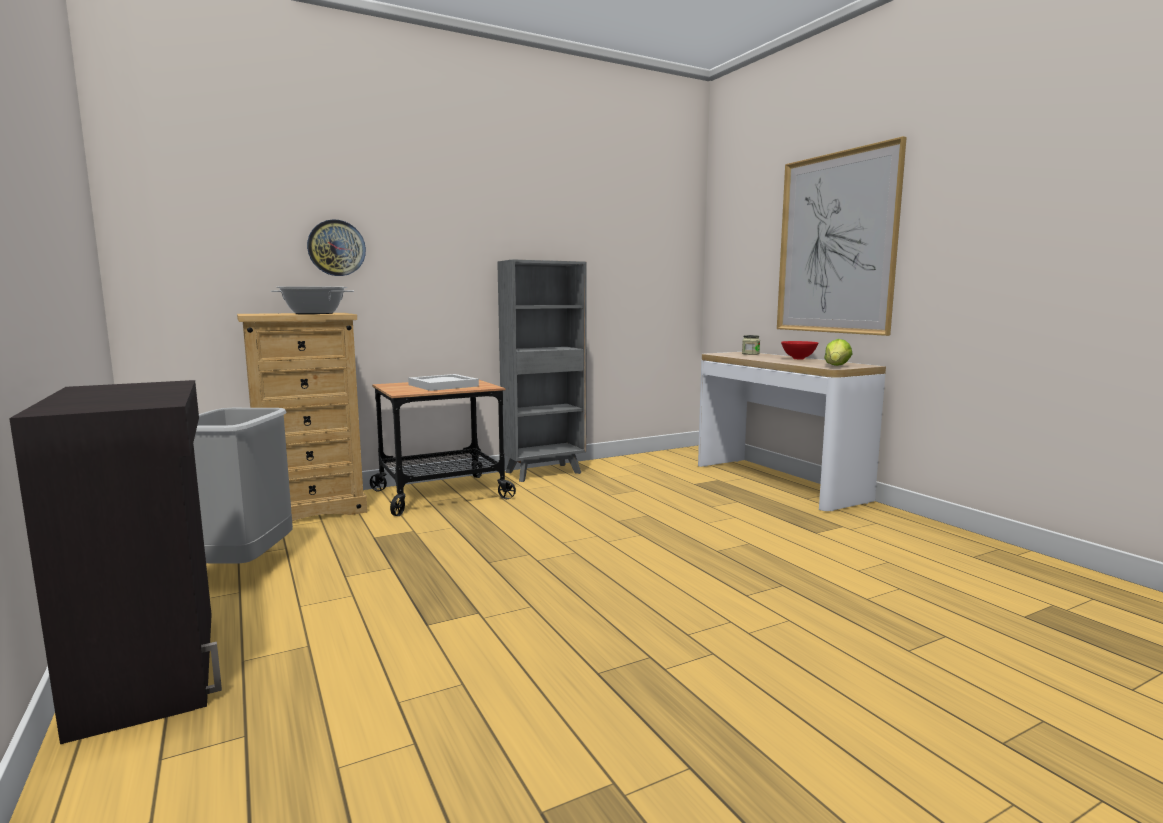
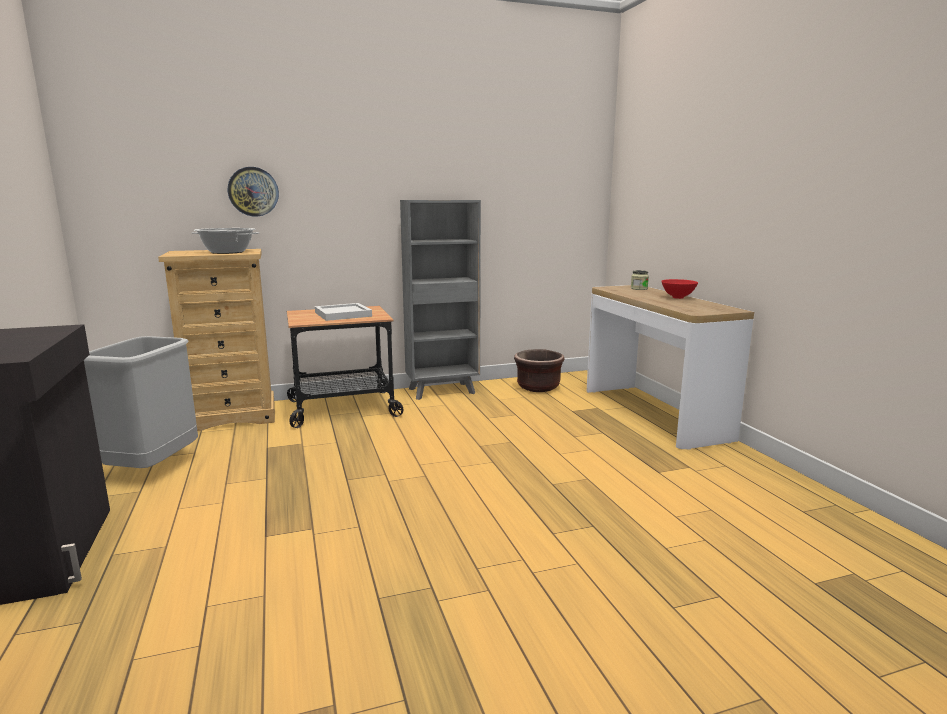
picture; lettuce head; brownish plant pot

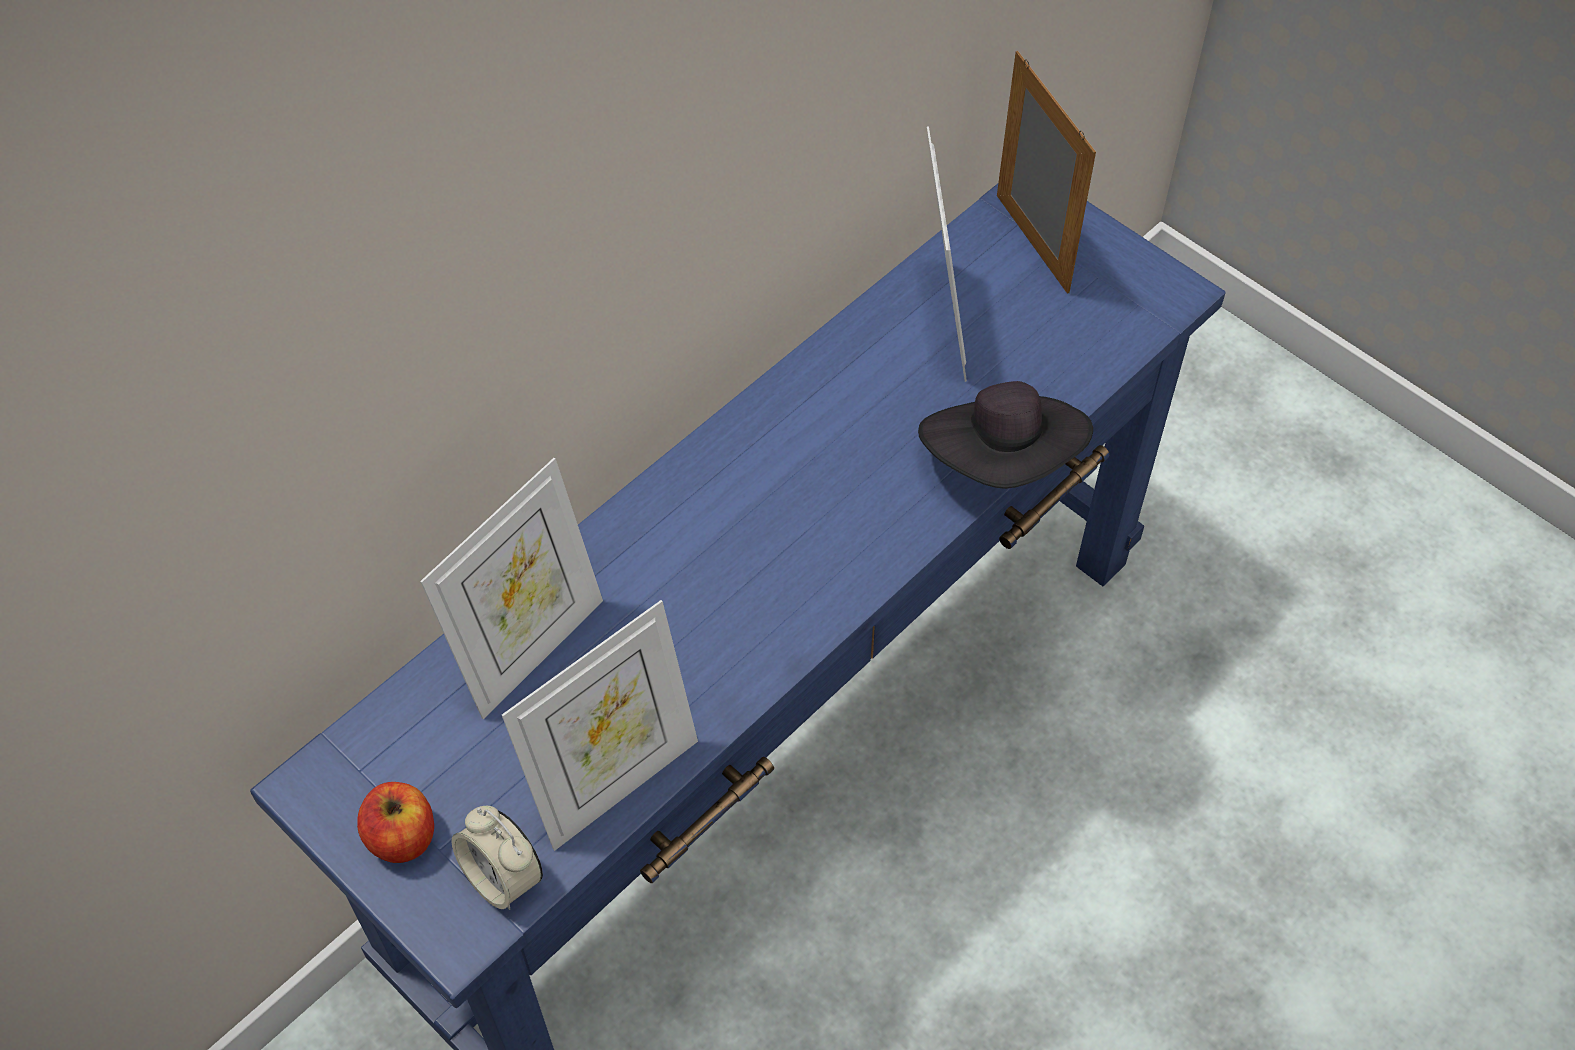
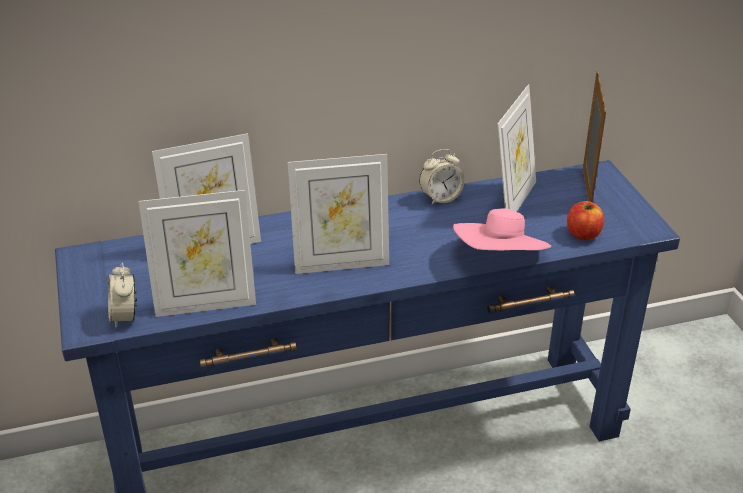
photo frame (no. 3 from left); bedside clock (no. 2 from left); apple fruit; pinkish clothing hat

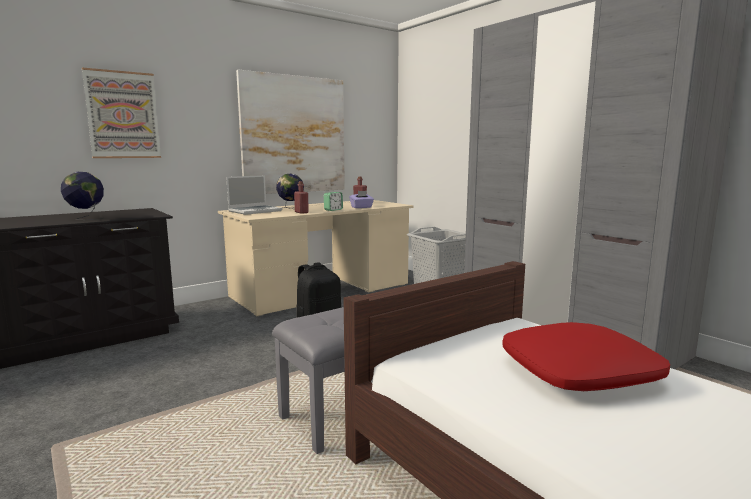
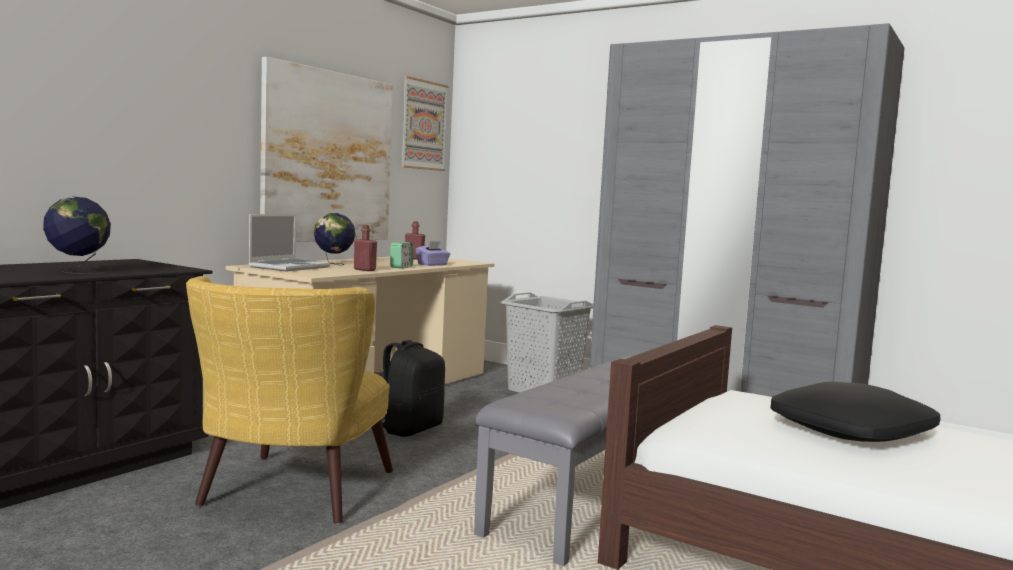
yellow-coloured easy chair; picture (no. 2 from left); black-coloured cushion

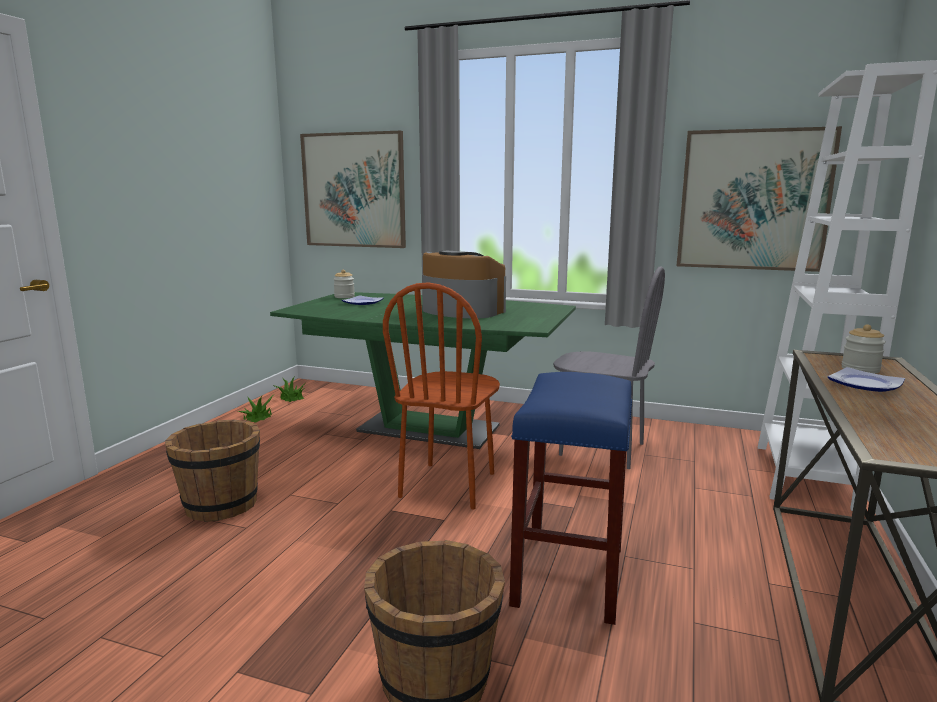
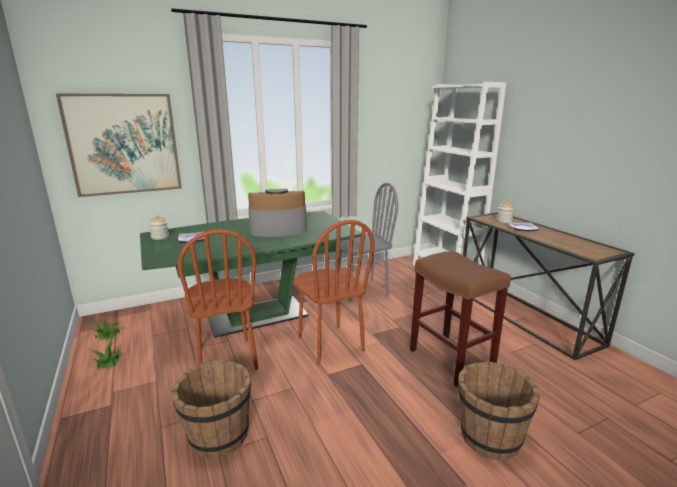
picture (no. 2 from left in the first image); brownish chair (no. 1 from left); brownish stool seat

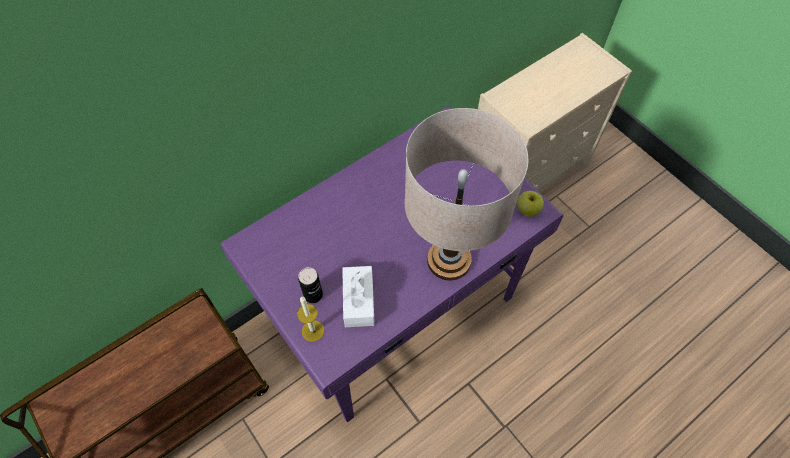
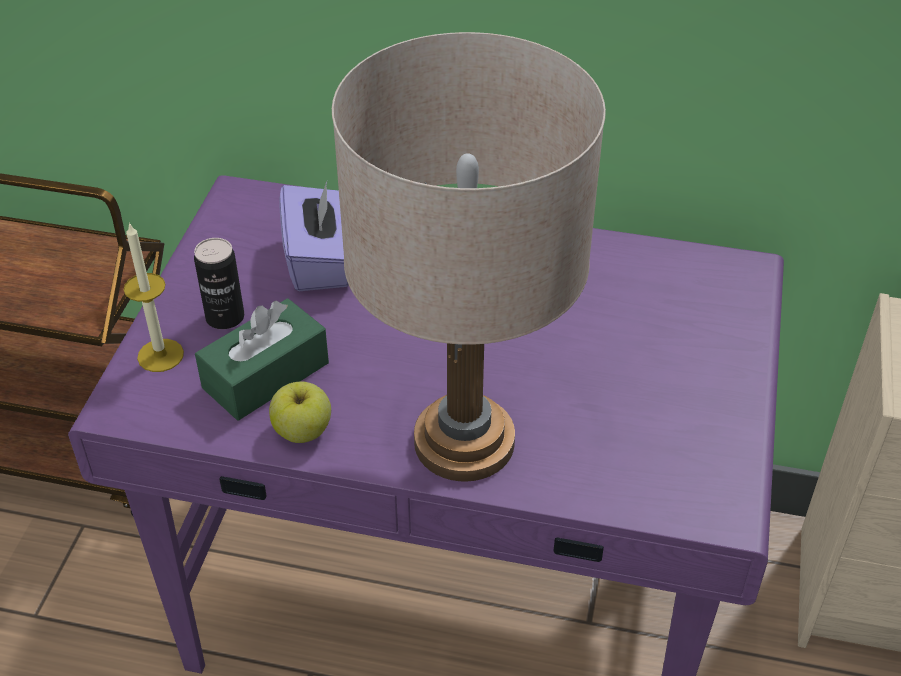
purplish box of tissues; apple fruit; greenish box of tissues

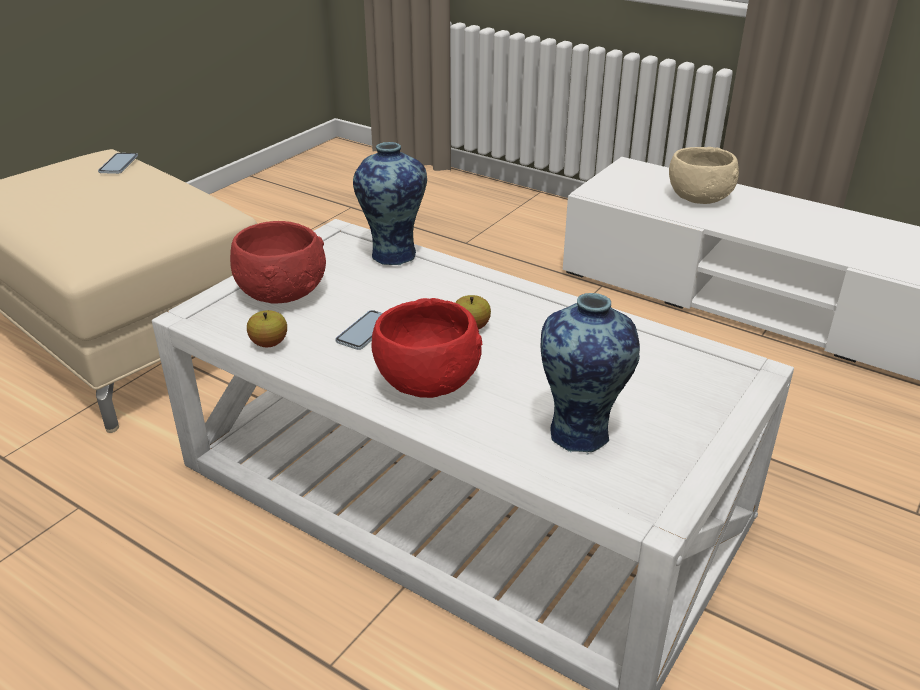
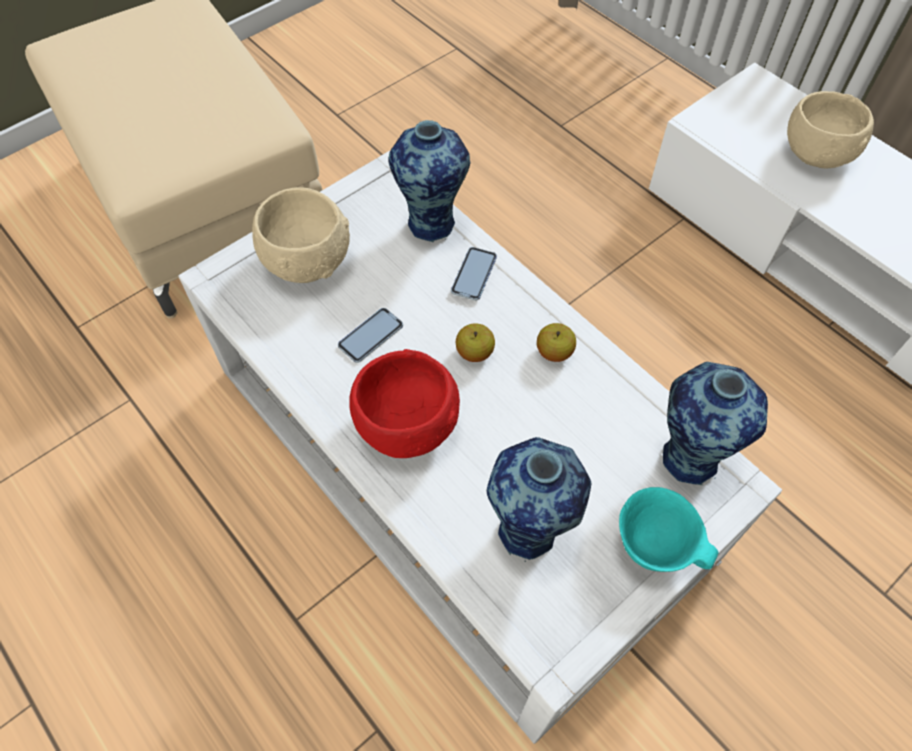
turquoise serving bowl; vase (no. 3 from left); handset (no. 2 from left); apple fruit (no. 2 from left); beige serving bowl (no. 1 from left)

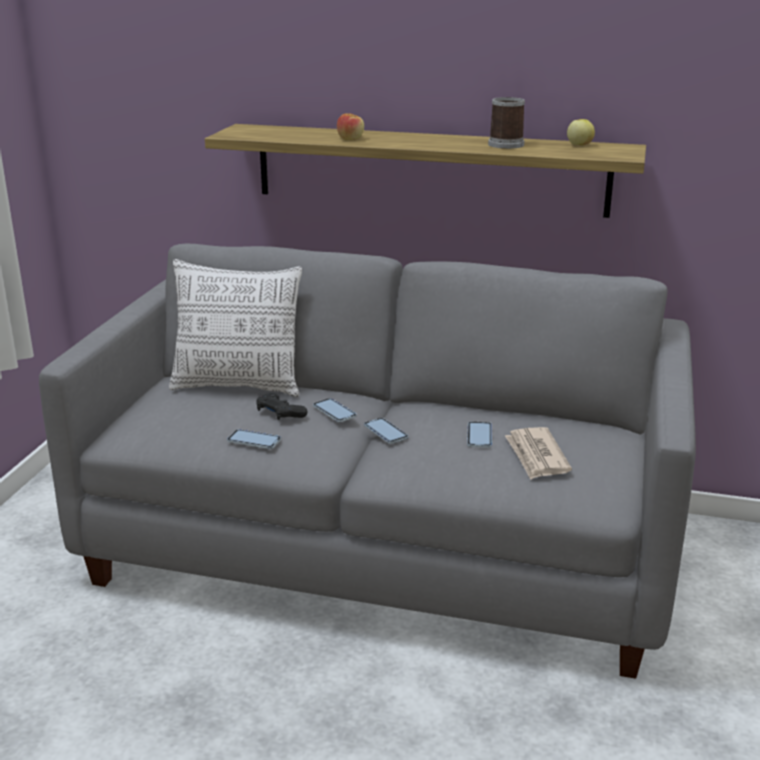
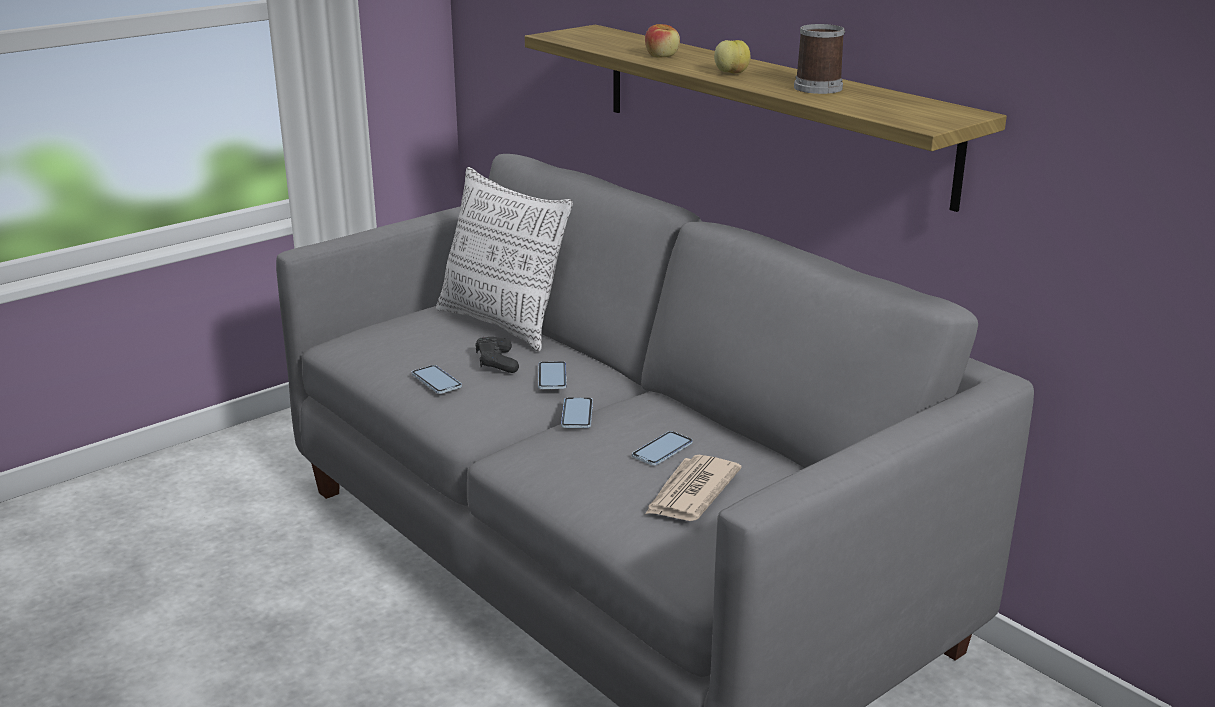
apple fruit (no. 2 from left)

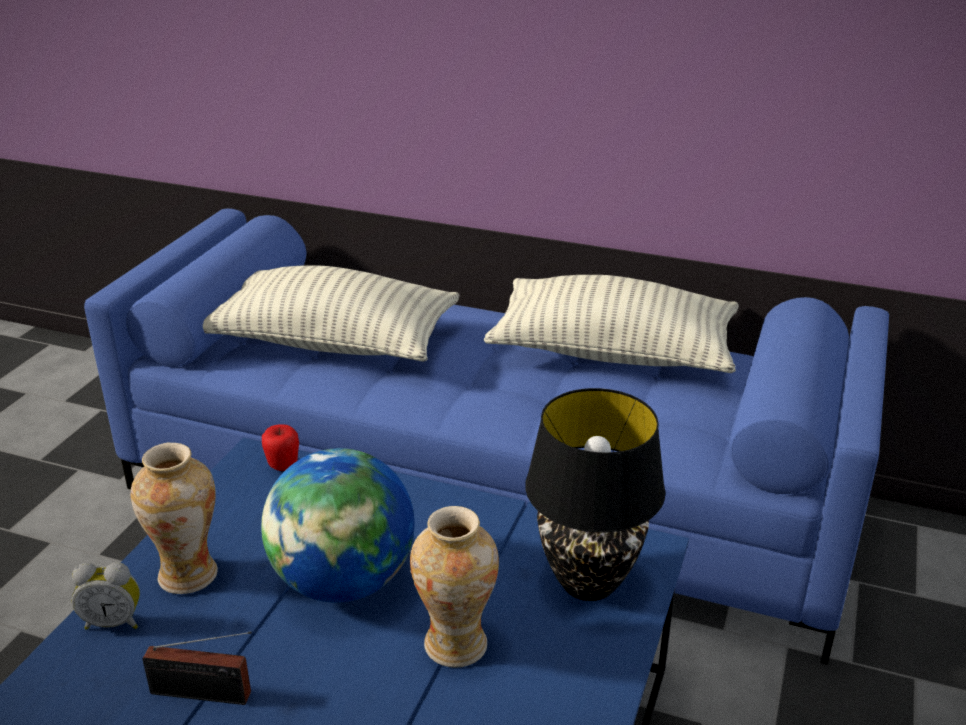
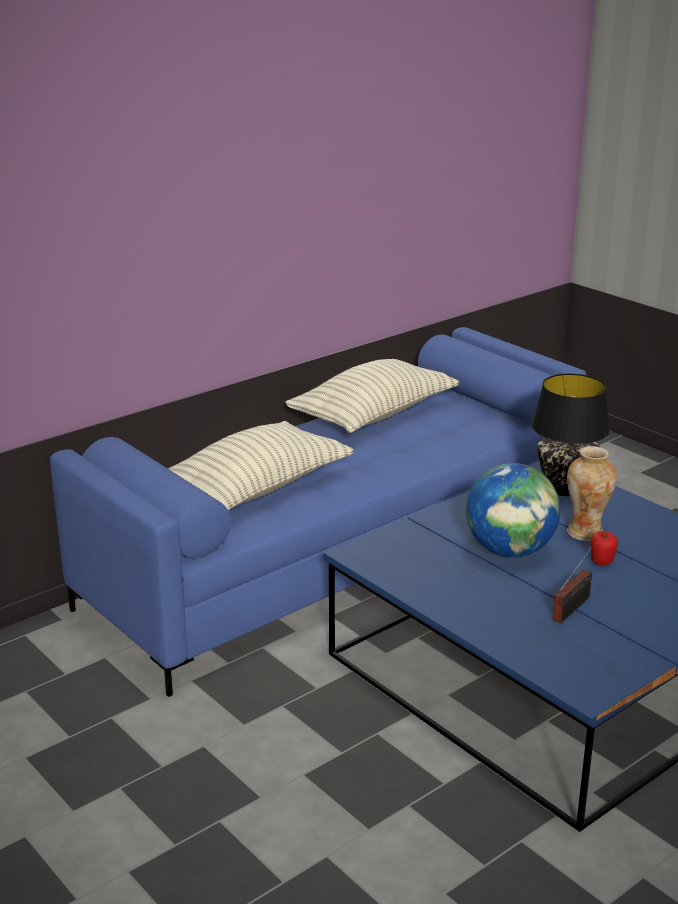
bedside clock; vase (no. 1 from left in the first image); apple fruit

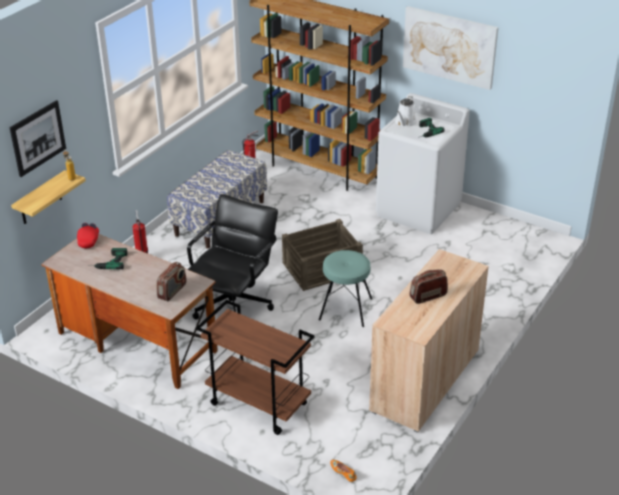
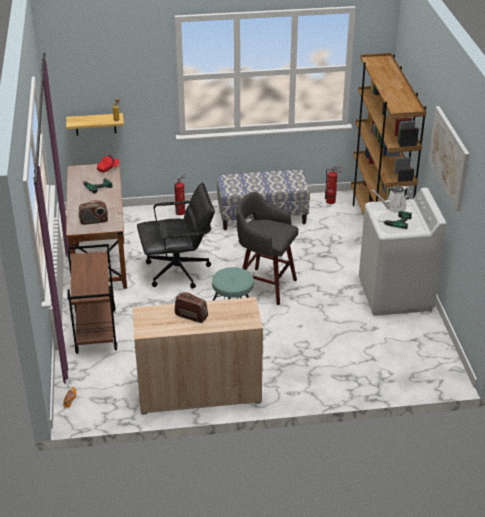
picture (no. 1 from left in the first image); greyish stool seat

